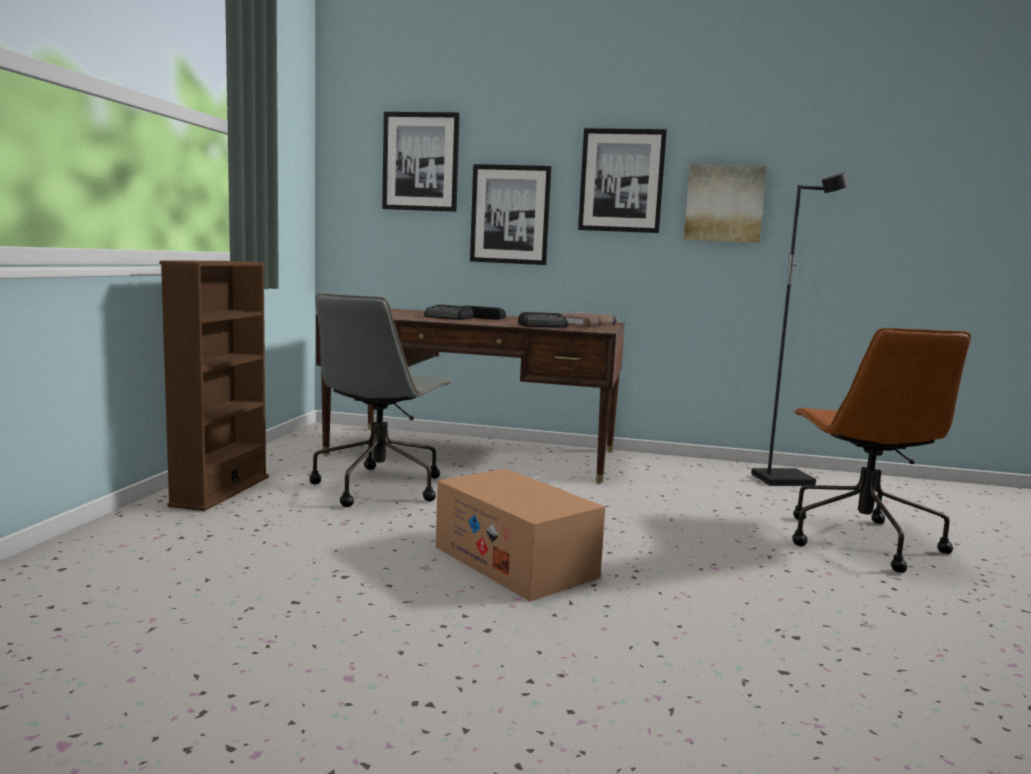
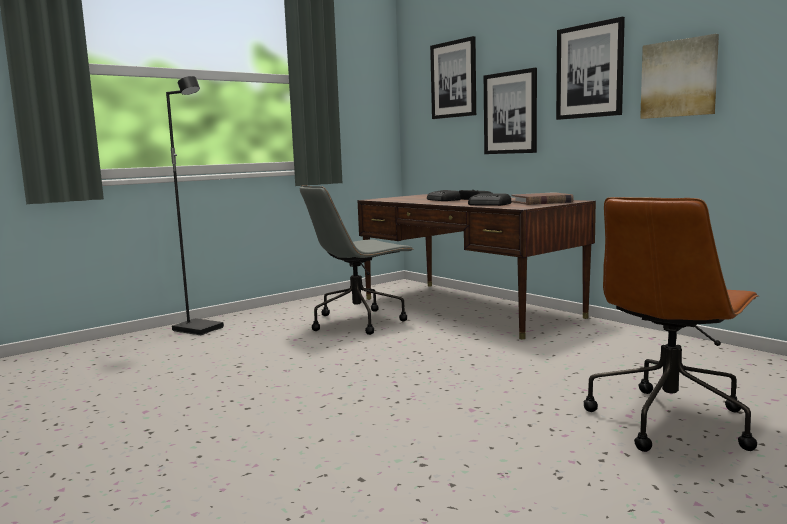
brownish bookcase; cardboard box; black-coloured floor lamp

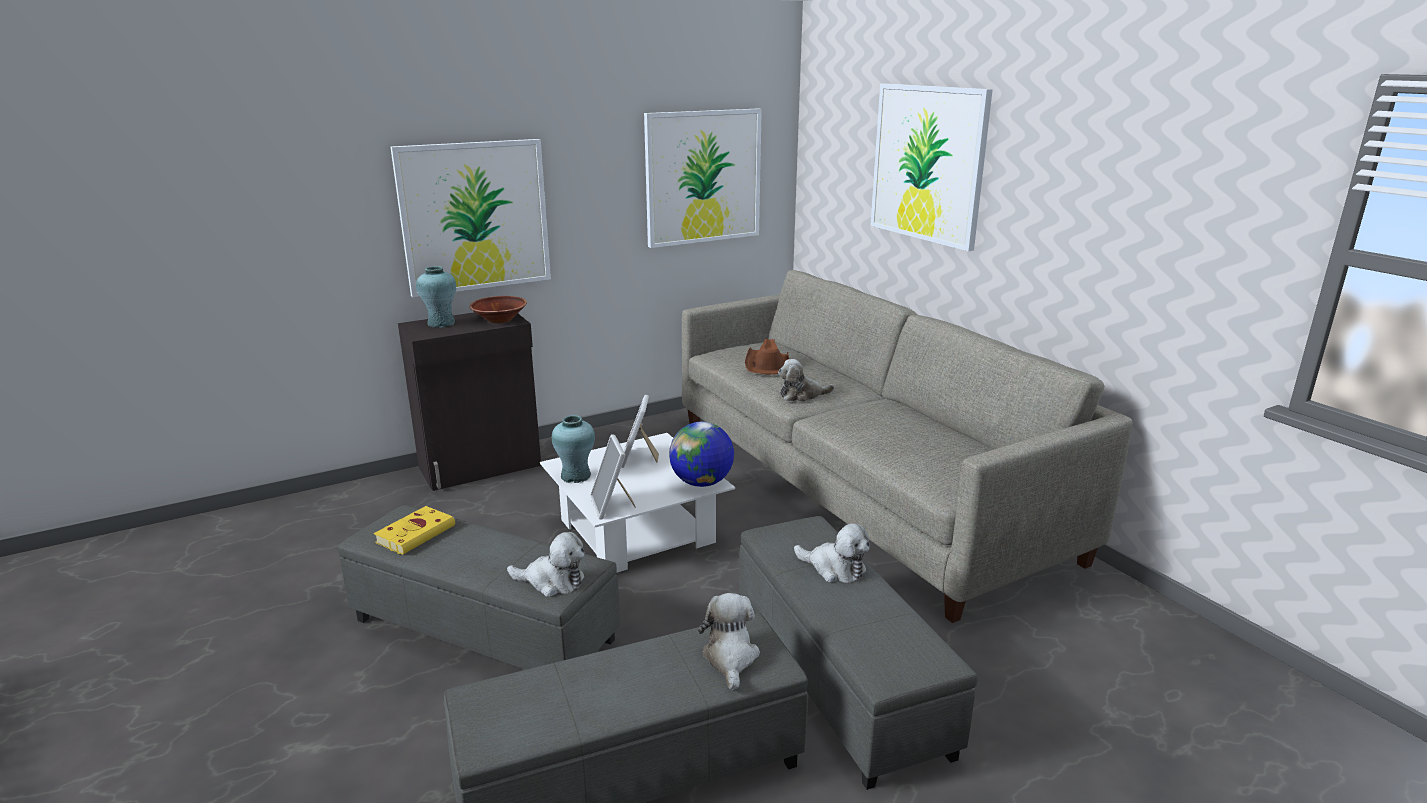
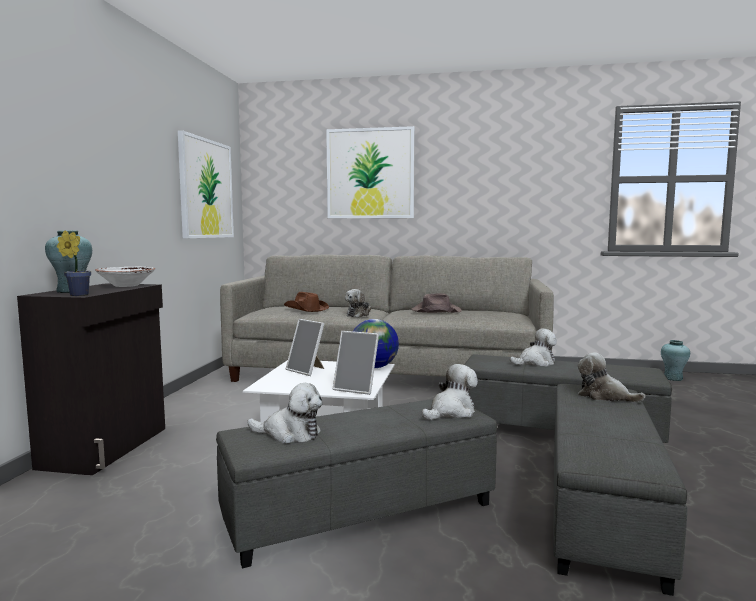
picture (no. 1 from left in the first image); potted plant; brownish clothing hat (no. 2 from left); turquoise vase (no. 2 from left); cuddly toy (no. 1 from left); whitish serving bowl

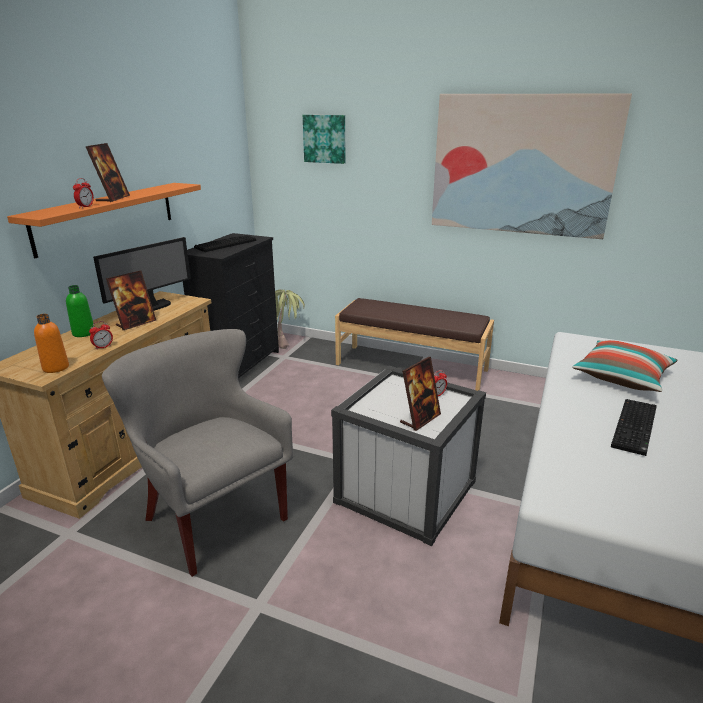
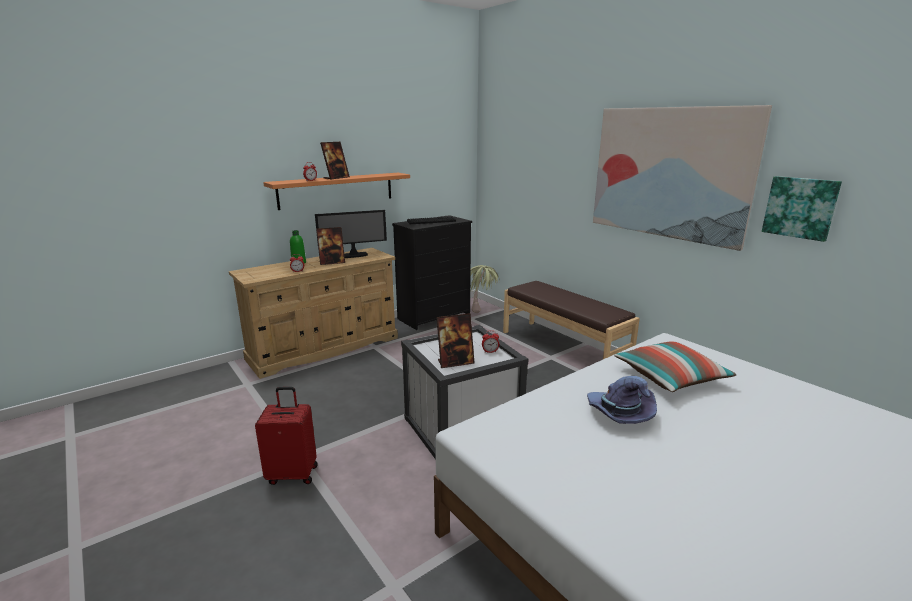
orangey bottle; greyish easy chair; reddish travel case; picture (no. 2 from left); purplish clothing hat

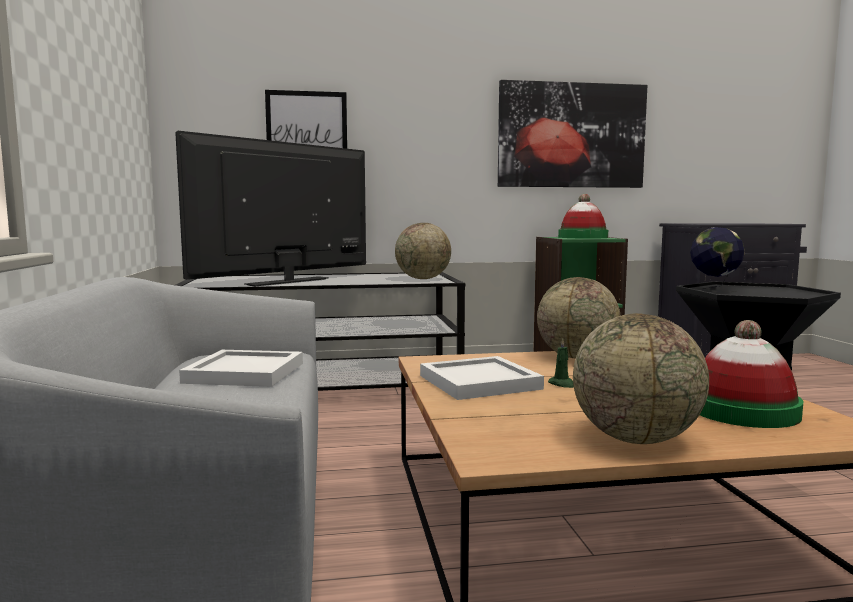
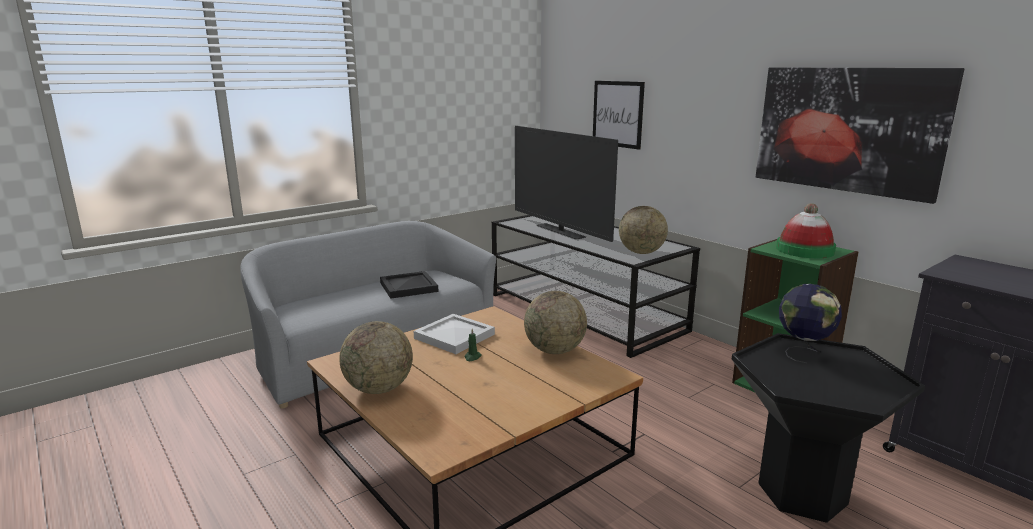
clothing hat (no. 2 from left in the first image); black-coloured carrying tray; television

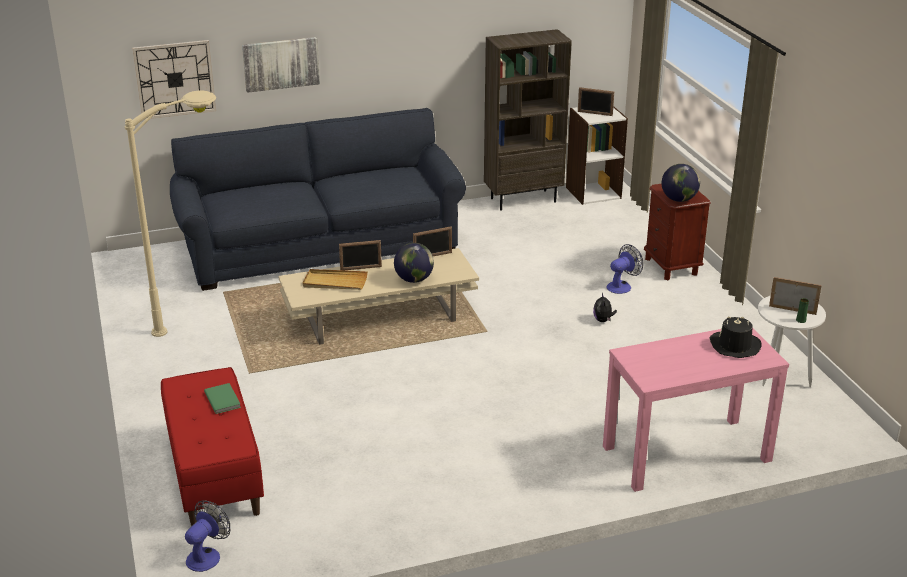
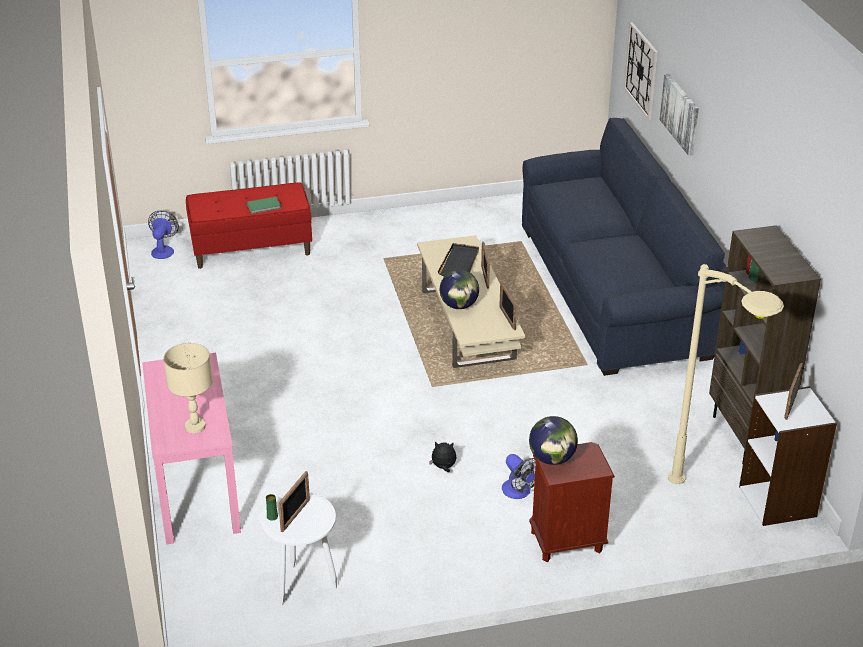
beige floor lamp; beige lamp for a table; black-coloured carrying tray; fan (no. 1 from left)

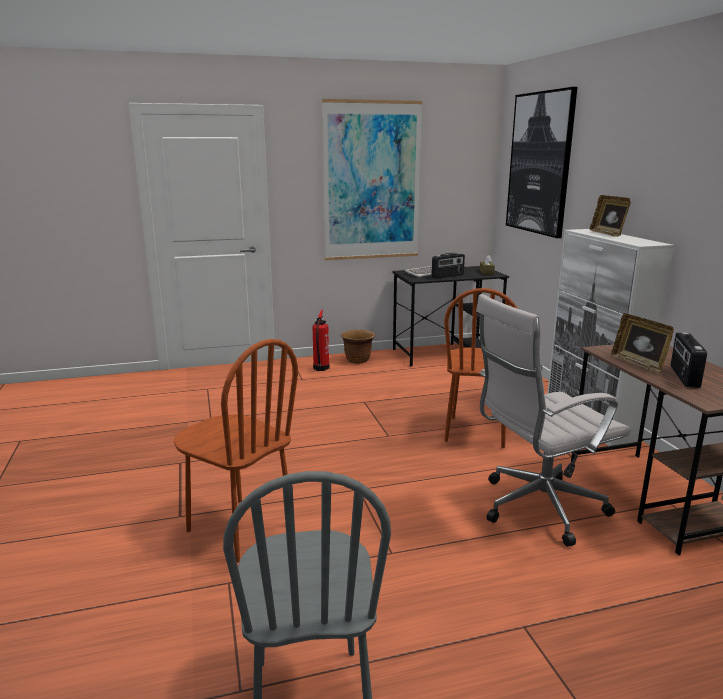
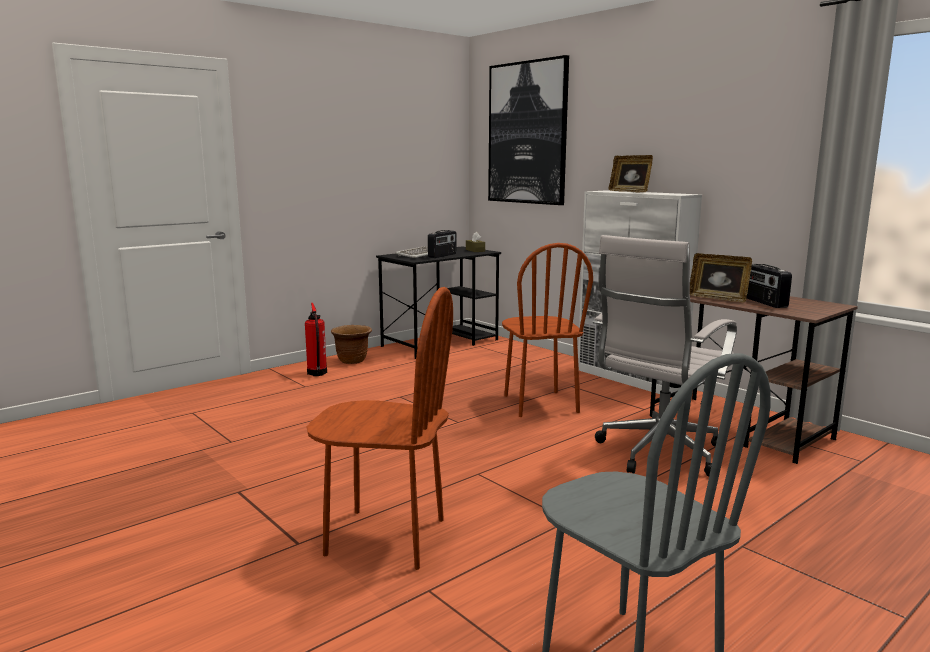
picture (no. 1 from left in the first image)

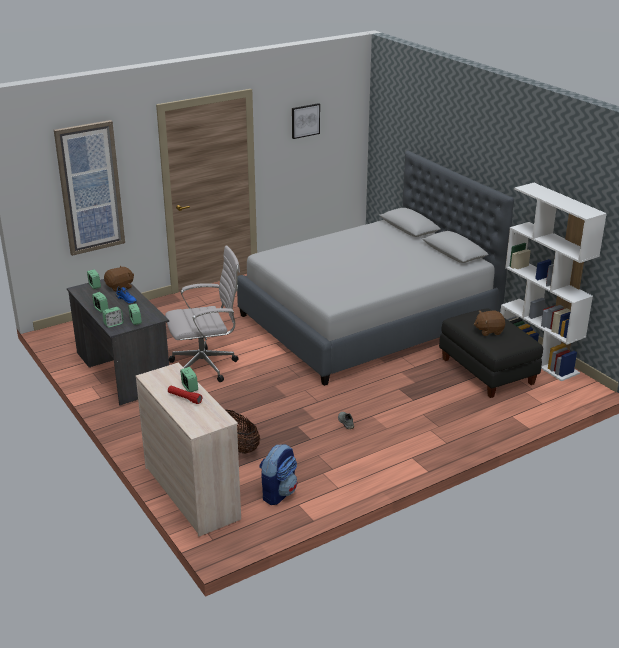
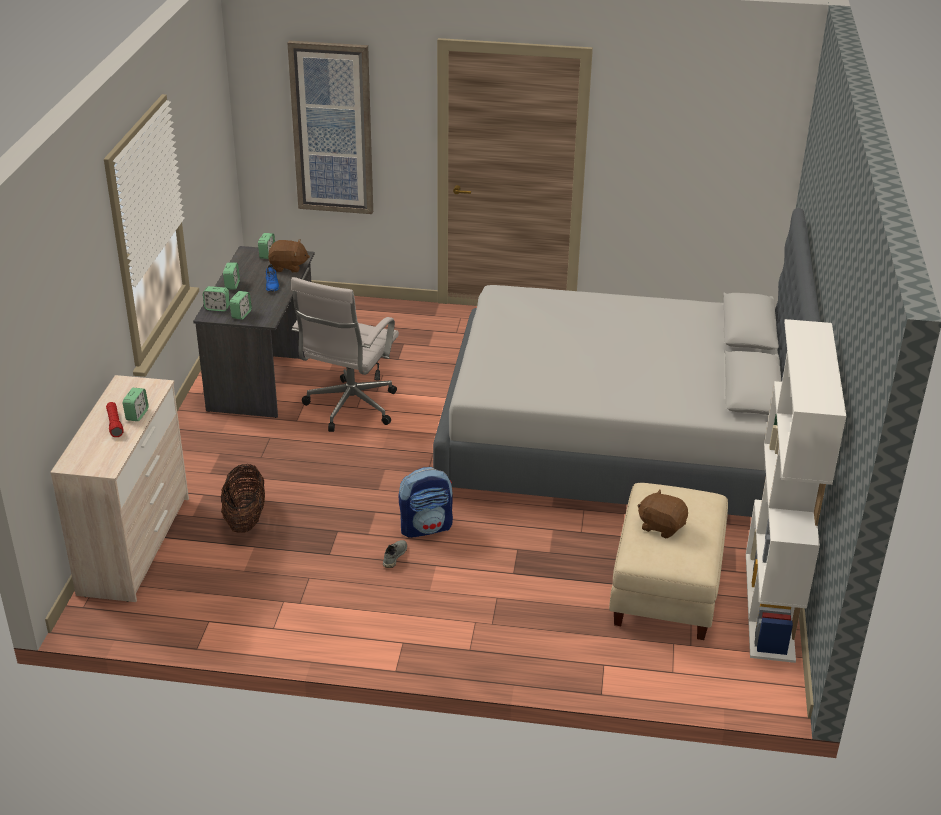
picture (no. 2 from left in the first image); rucksack; beige footrest; whitish computer chair

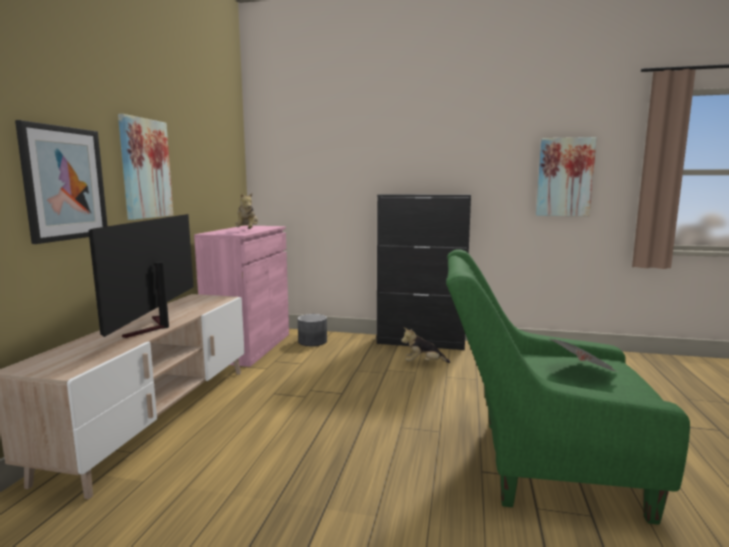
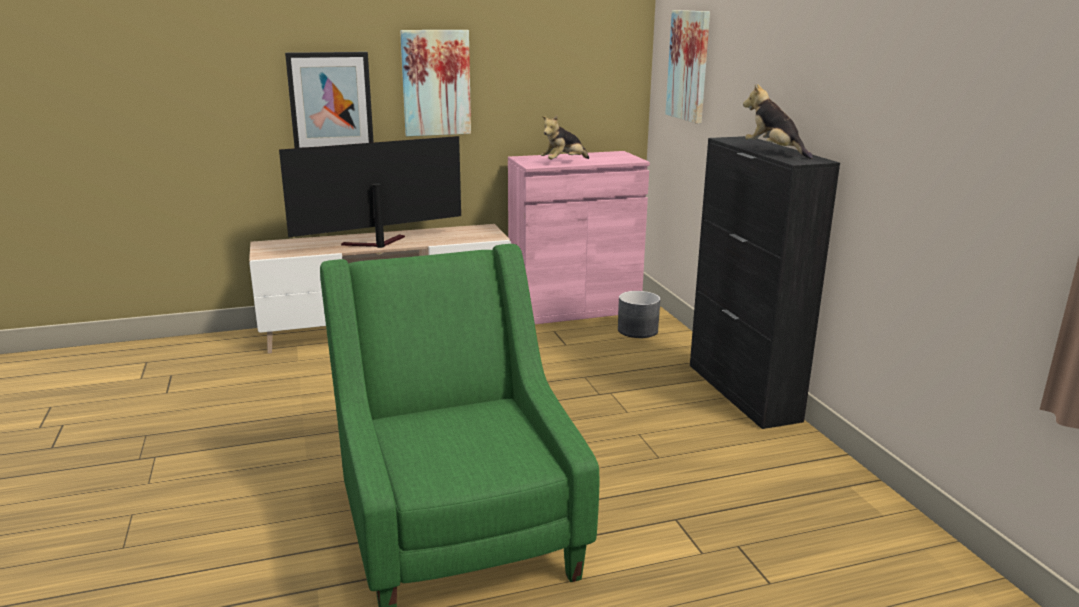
daily paper; cuddly toy (no. 2 from left); picture (no. 3 from left)

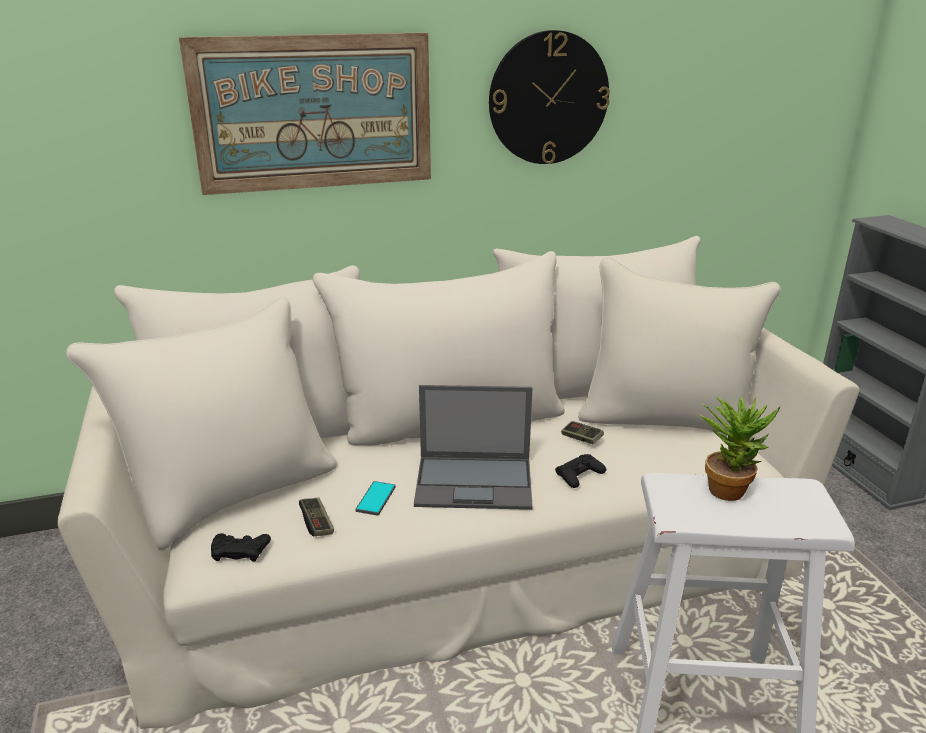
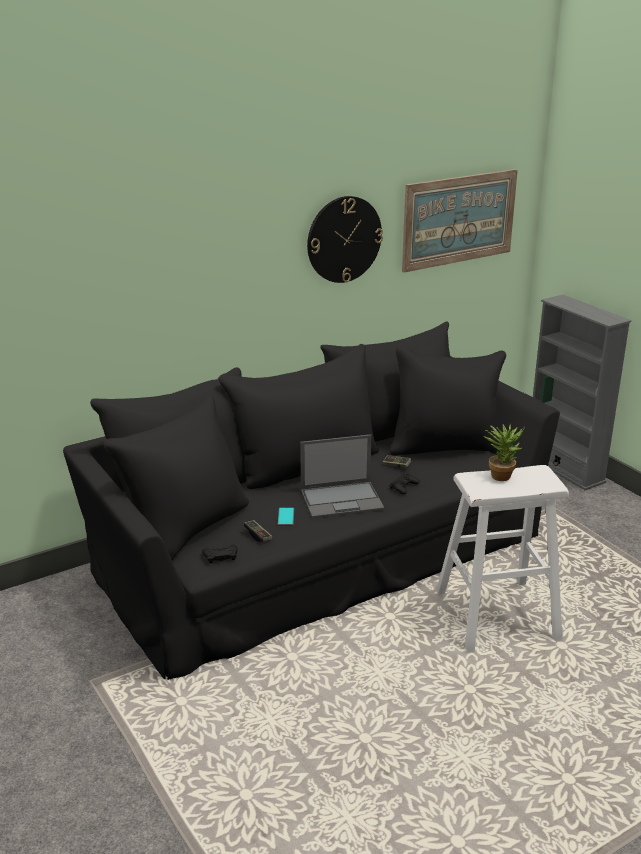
picture; black-coloured couch

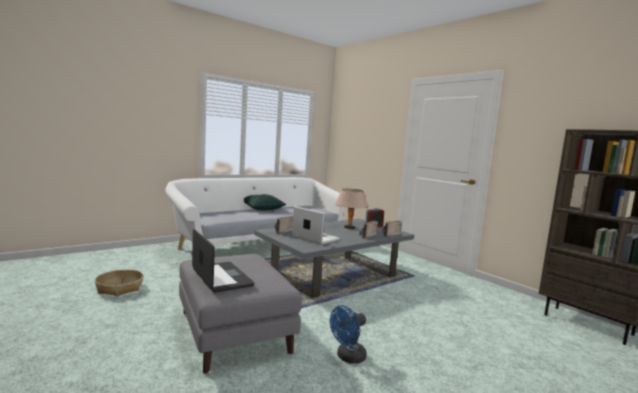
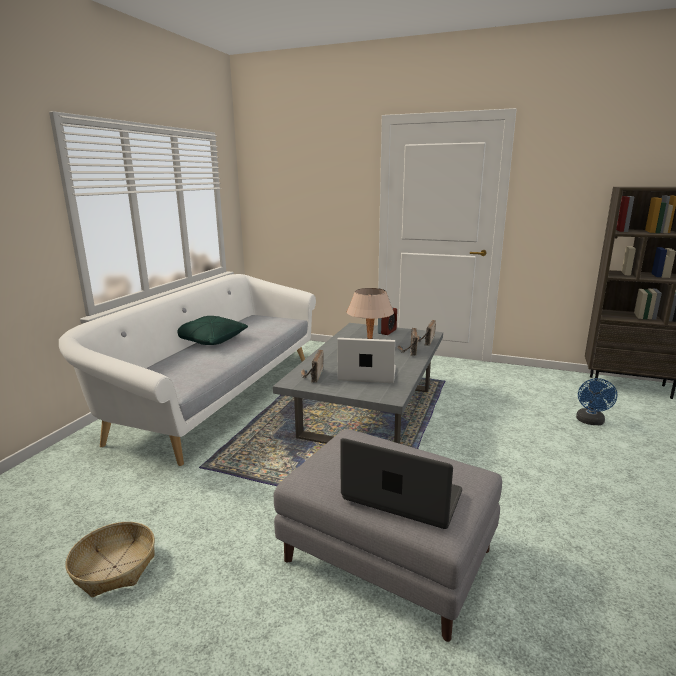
blue-coloured fan

